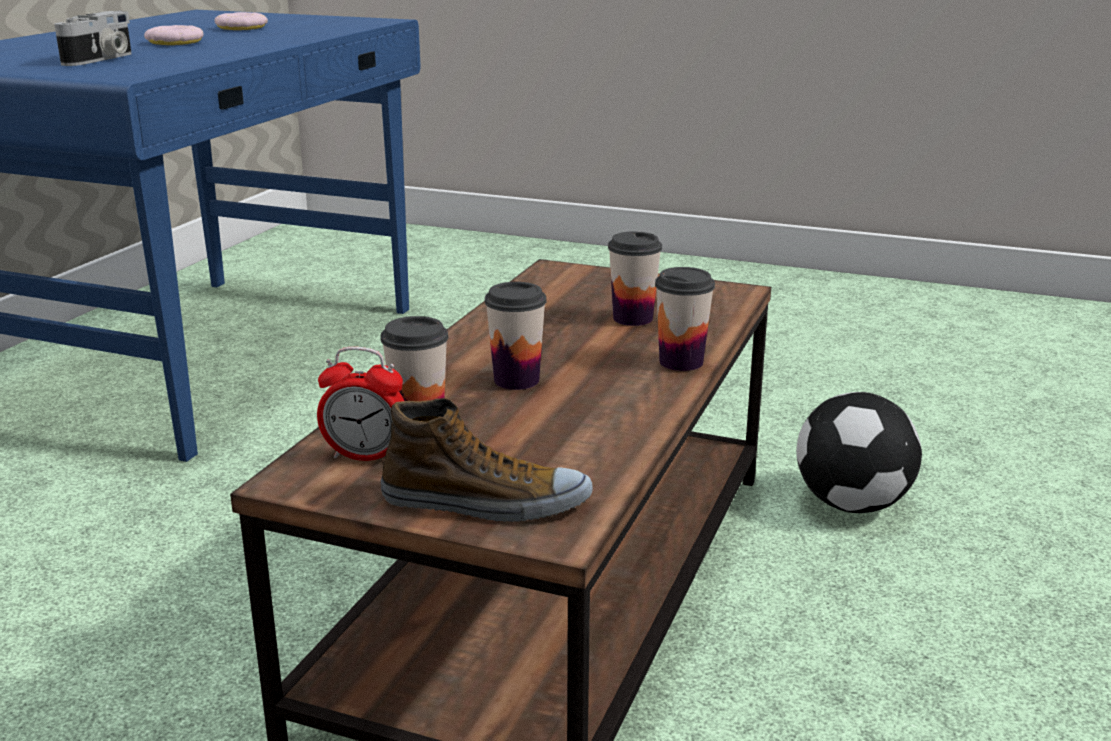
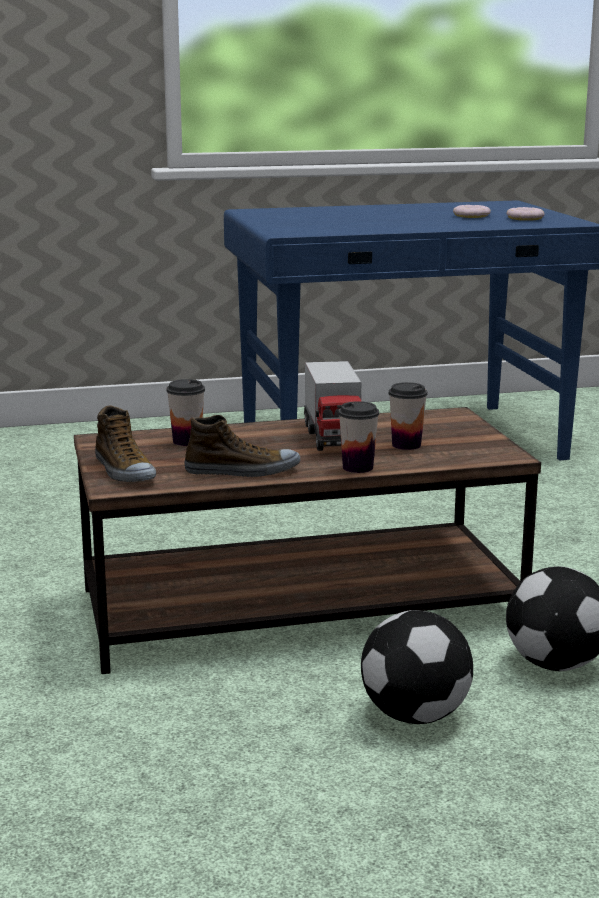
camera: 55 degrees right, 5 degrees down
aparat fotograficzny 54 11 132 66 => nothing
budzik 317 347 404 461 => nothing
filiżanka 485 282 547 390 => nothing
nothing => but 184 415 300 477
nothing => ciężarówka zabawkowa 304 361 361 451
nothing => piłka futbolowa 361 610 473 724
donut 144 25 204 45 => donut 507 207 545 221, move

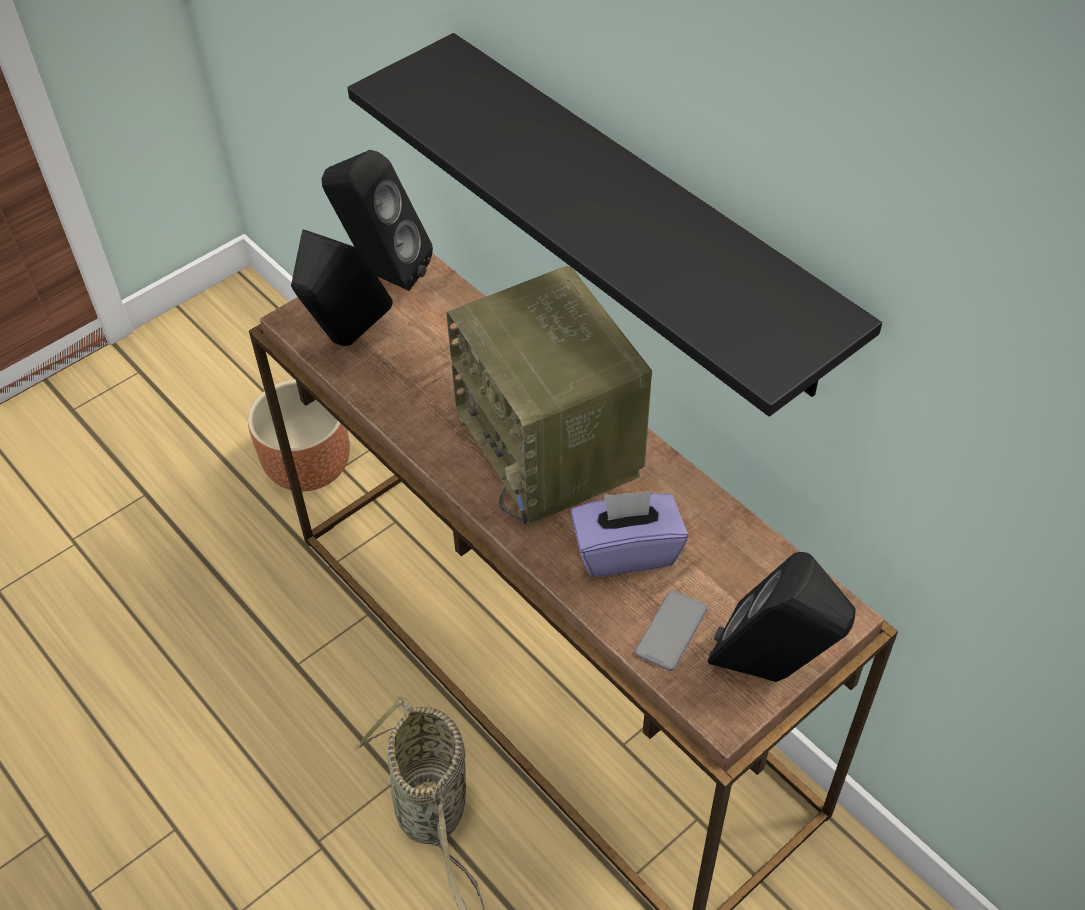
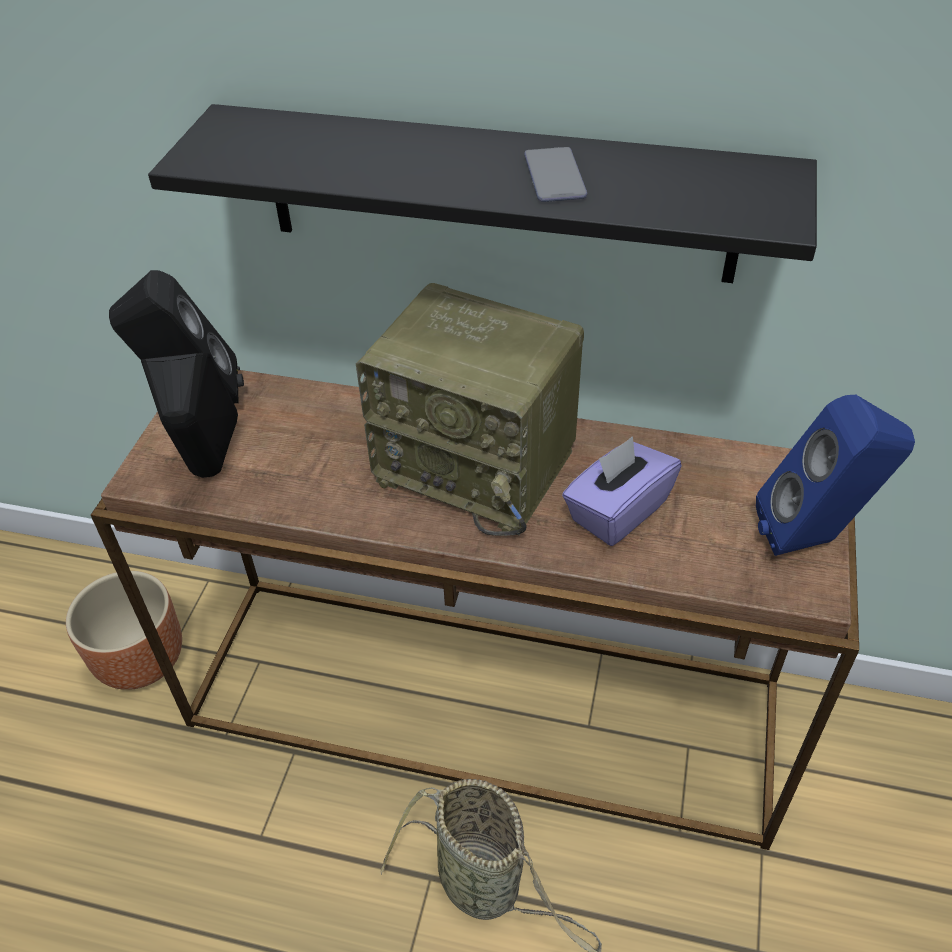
camera: 35 degrees left, 5 degrees down
telefon 635 590 708 671 => telefon 524 147 587 202, move
głośnik (czarny) 708 552 856 682 => głośnik (niebieski) 756 395 915 556

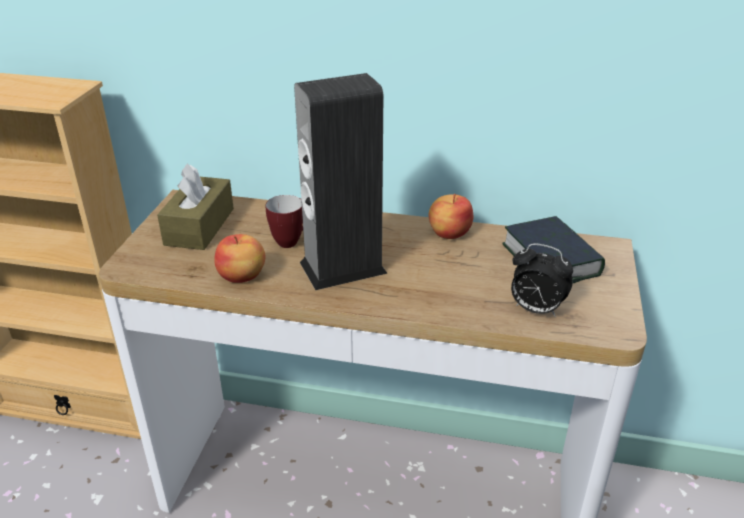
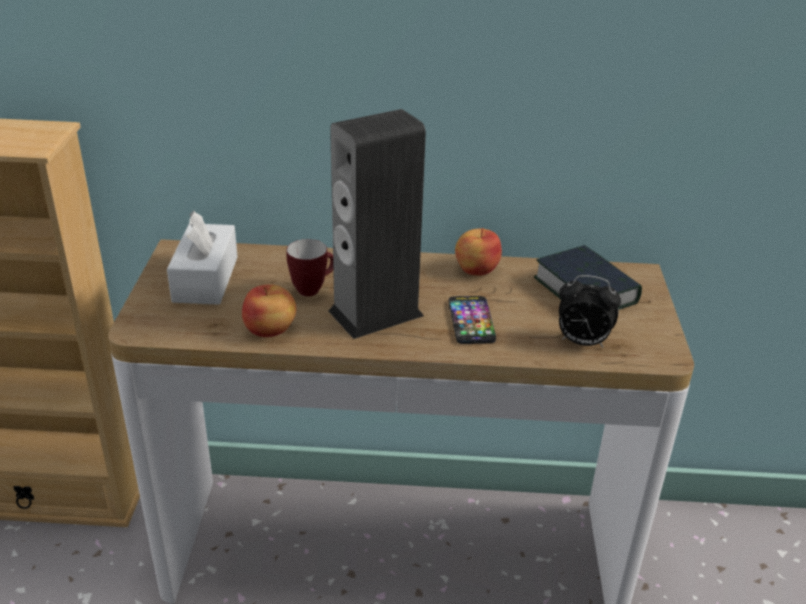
camera: 10 degrees left, 0 degrees up
nothing => telefon 449 296 496 344
pudełko chusteczek (brązowy) 157 163 234 250 => pudełko chusteczek (biały) 167 211 238 305

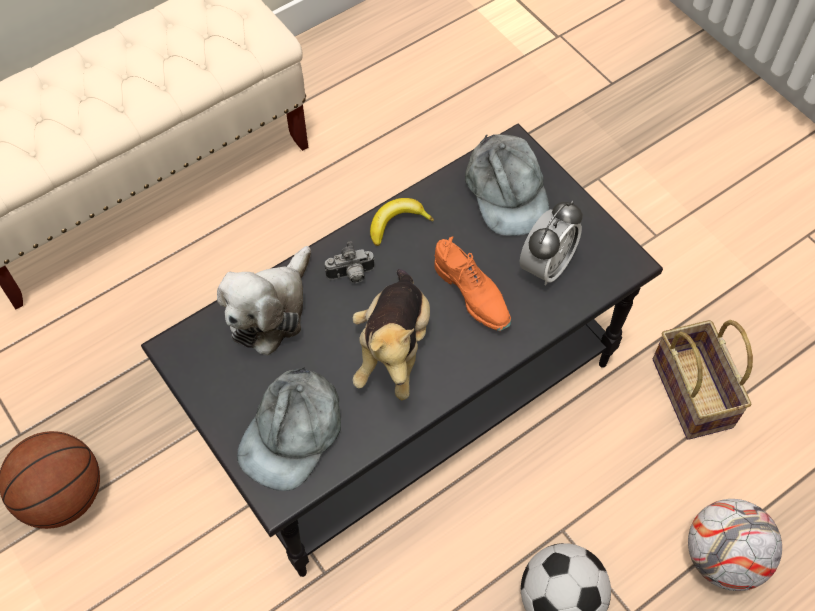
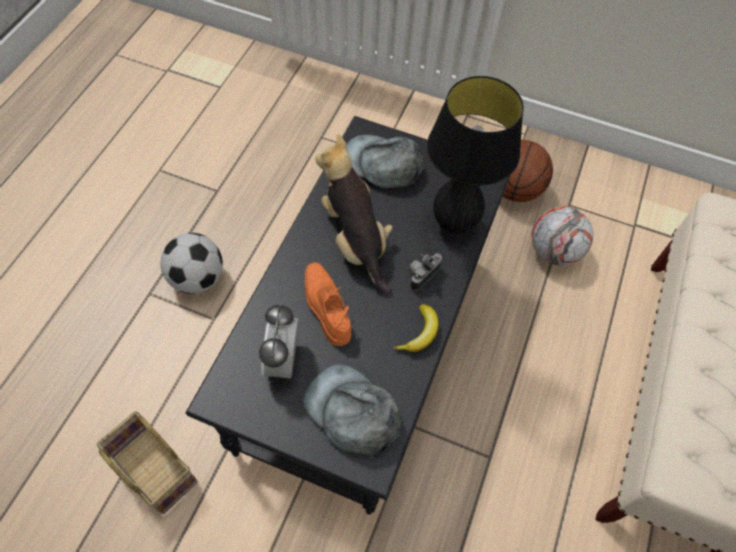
camera: 145 degrees right, 0 degrees up
piłka futbolowa 688 499 782 591 => piłka futbolowa 532 206 593 265, move
pluszak 217 246 311 356 => lampa stołowa (czarny) 427 76 524 234
czapka z daszkiem (szary) 237 367 341 491 => czapka z daszkiem (szary) 346 135 423 188, 60 degrees counterclockwise
but (pomarańczowy) 435 236 512 331 => but (pomarańczowy) 305 262 351 346, 45 degrees clockwise

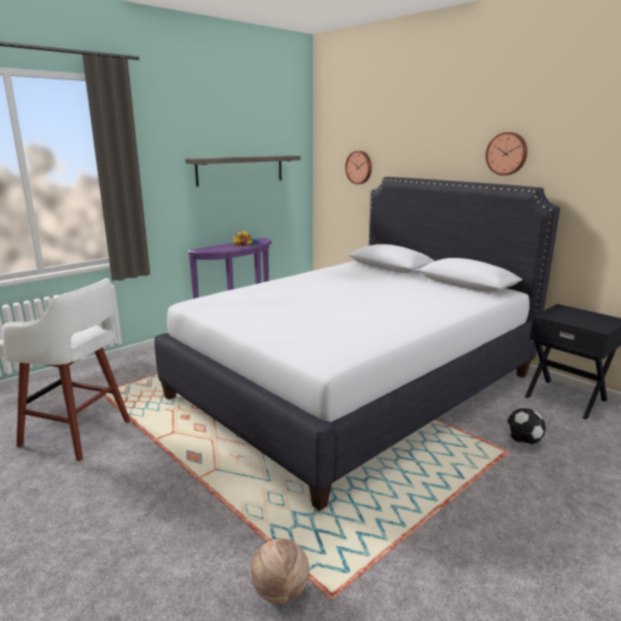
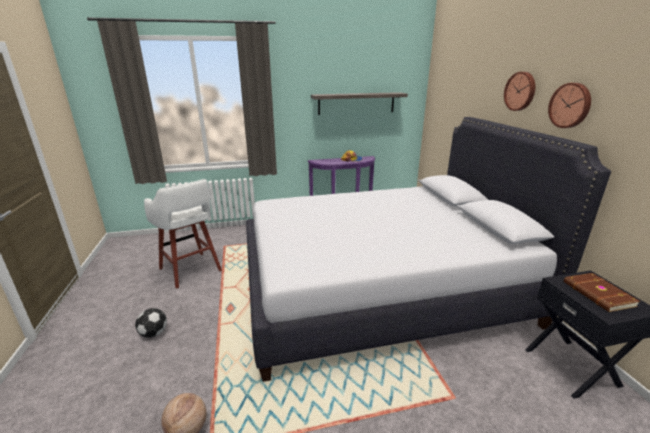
camera: 30 degrees right, 5 degrees up
nothing => książka (brązowy) 564 273 640 312
zegar ścienny 345 151 372 184 => zegar ścienny 504 72 535 111, move
piłka futbolowa 507 408 546 445 => piłka futbolowa 135 308 167 338, move

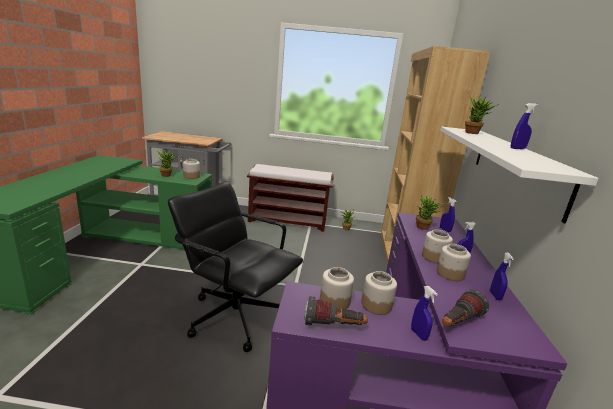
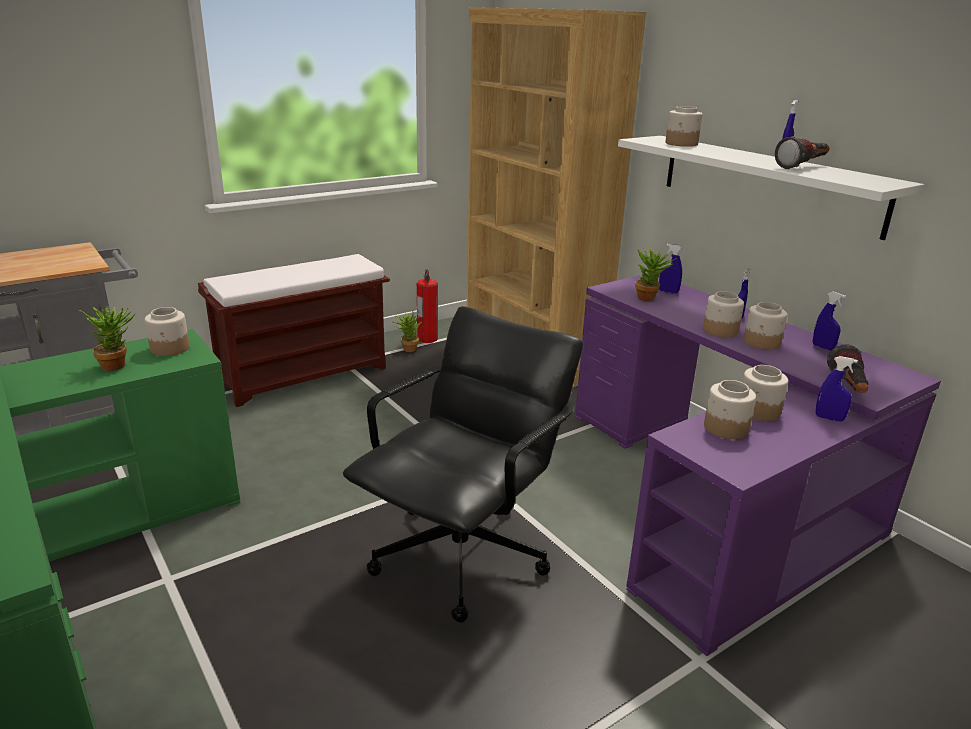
camera: 40 degrees left, 5 degrees up
nothing => gaśnica 417 269 438 343
latarka 304 296 368 326 => latarka 775 136 830 169, move
roślina doniczkowa 465 96 499 134 => słoik 665 106 703 147
krzesło biurowe (czarny) 168 181 303 352 => krzesło biurowe (czarny) 343 306 583 623, 135 degrees clockwise

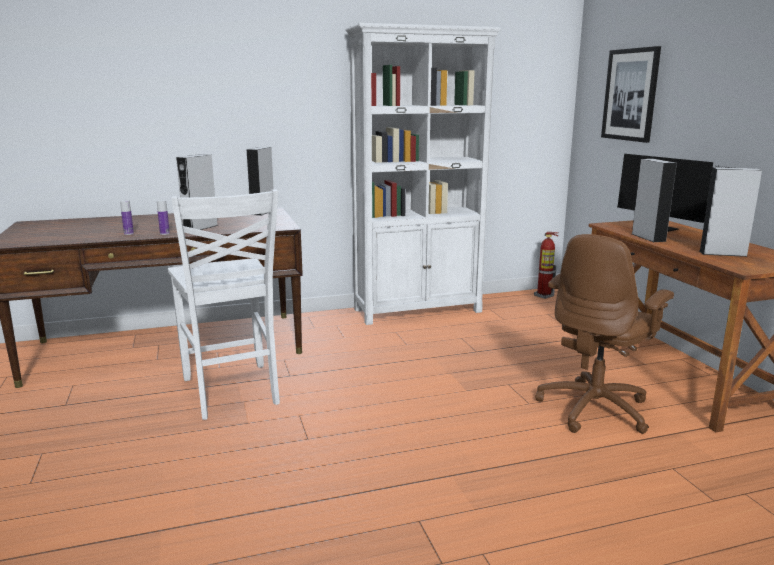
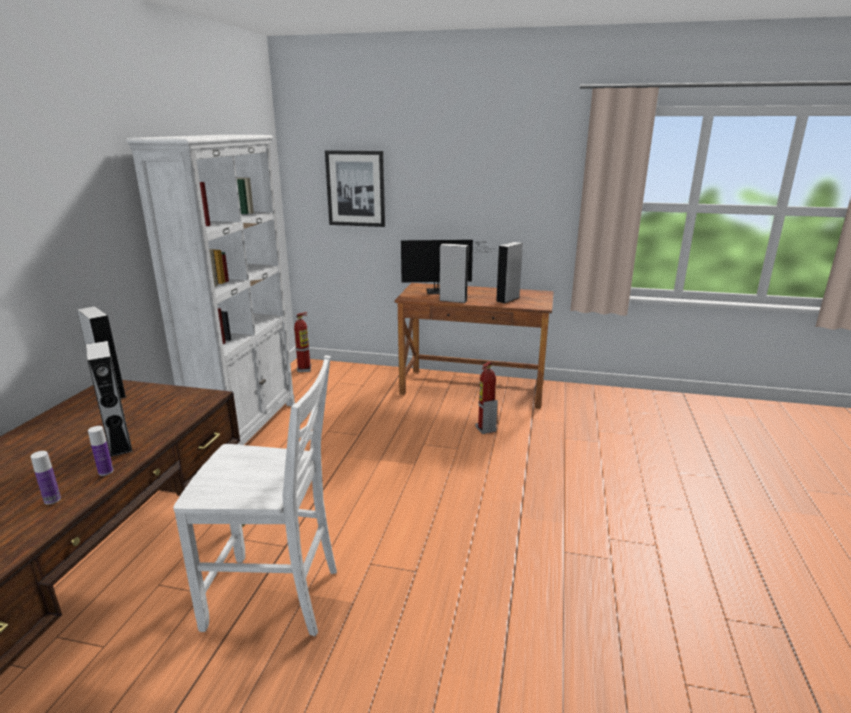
camera: 60 degrees left, 5 degrees up
krzesło biurowe (brązowy) 535 234 674 434 => gaśnica 475 362 498 434

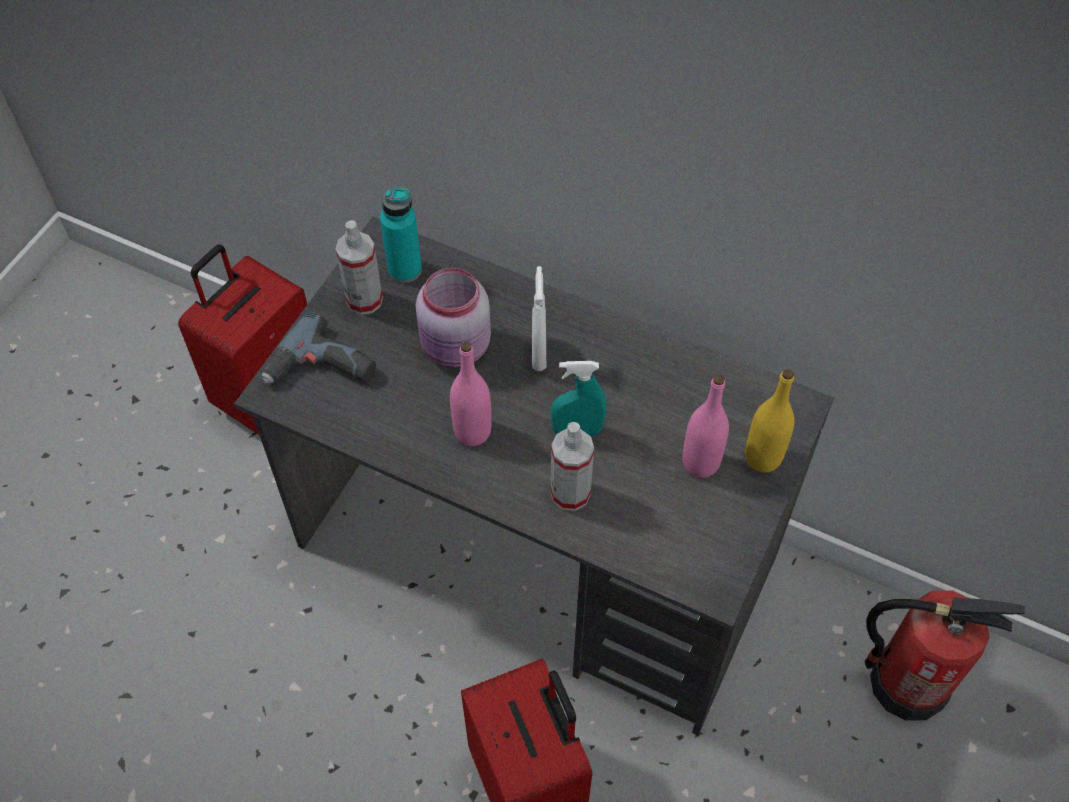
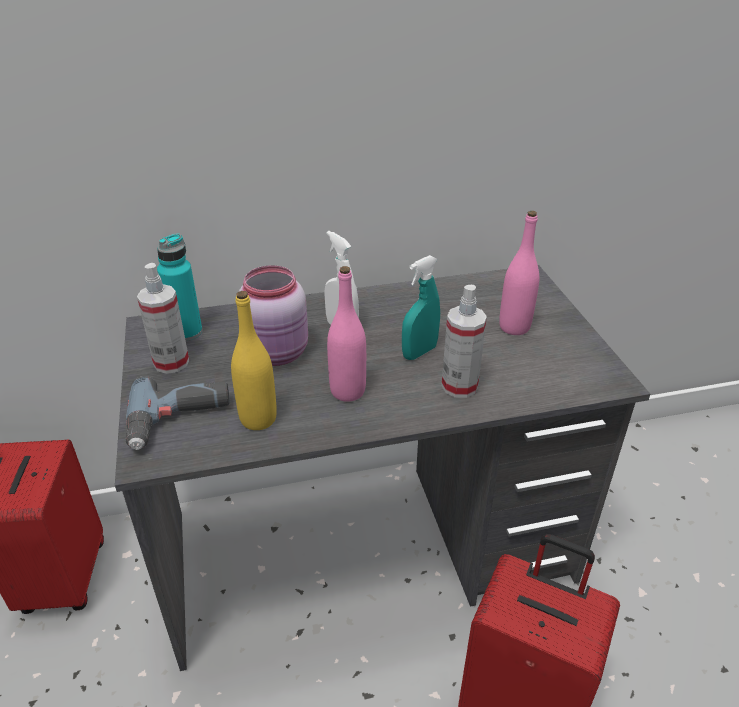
camera: 40 degrees left, 20 degrees down
gaśnica 864 591 1025 721 => nothing
butelka (żółty) 745 369 794 472 => butelka (żółty) 231 291 277 430, move

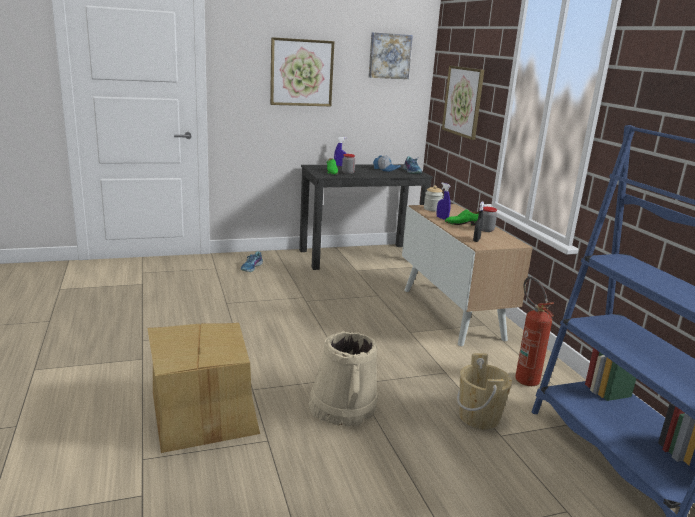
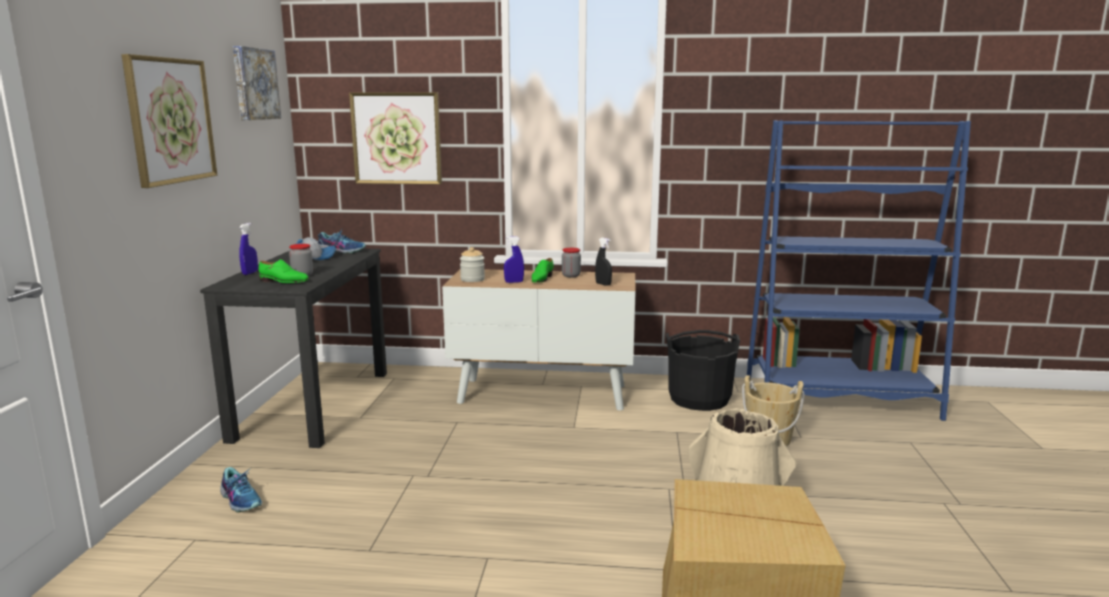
camera: 65 degrees left, 5 degrees down
gaśnica 515 277 554 386 => wiadro (czarny) 666 330 740 411

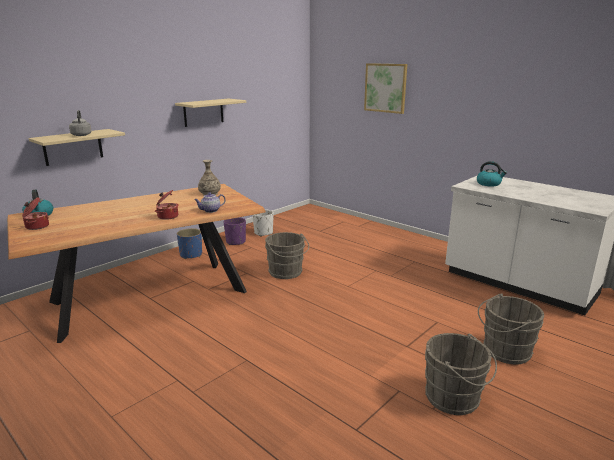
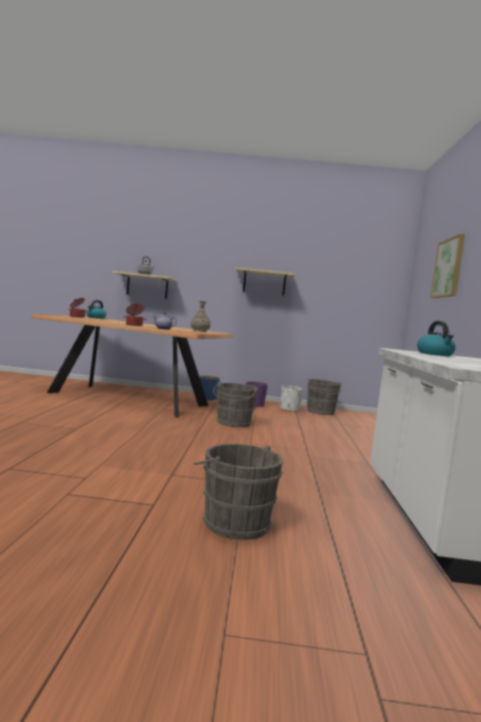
camera: 50 degrees right, 15 degrees down
wiadro (szary) 425 333 497 415 => wiadro (szary) 306 379 343 415, move

